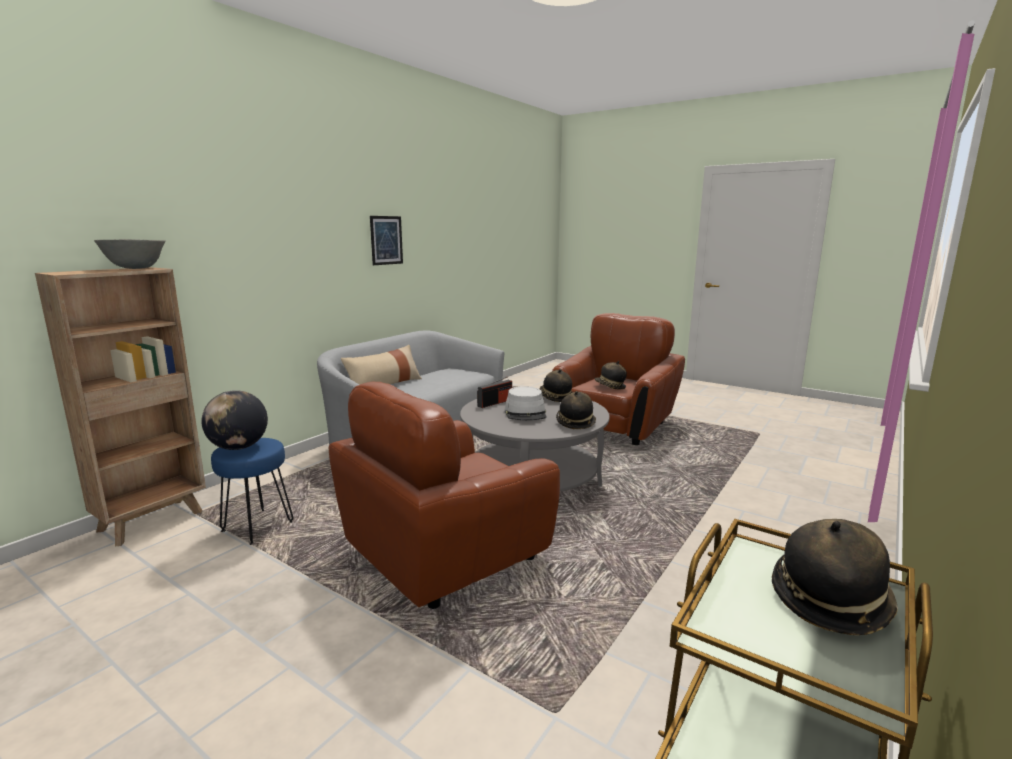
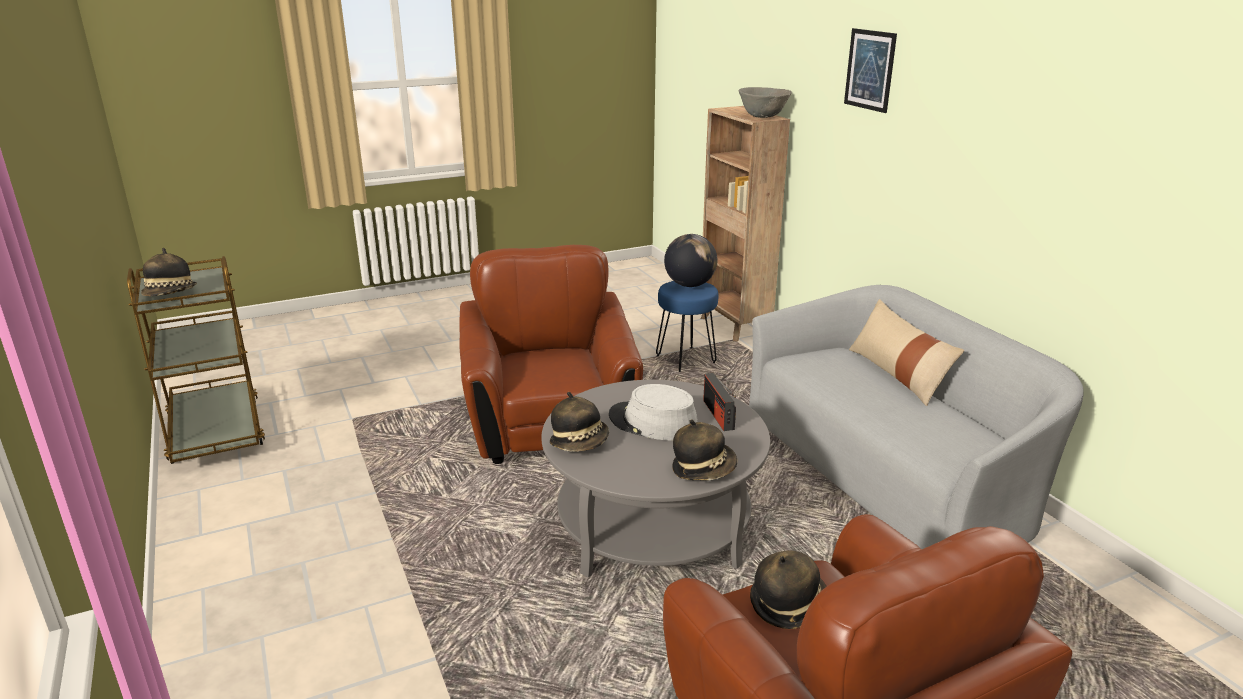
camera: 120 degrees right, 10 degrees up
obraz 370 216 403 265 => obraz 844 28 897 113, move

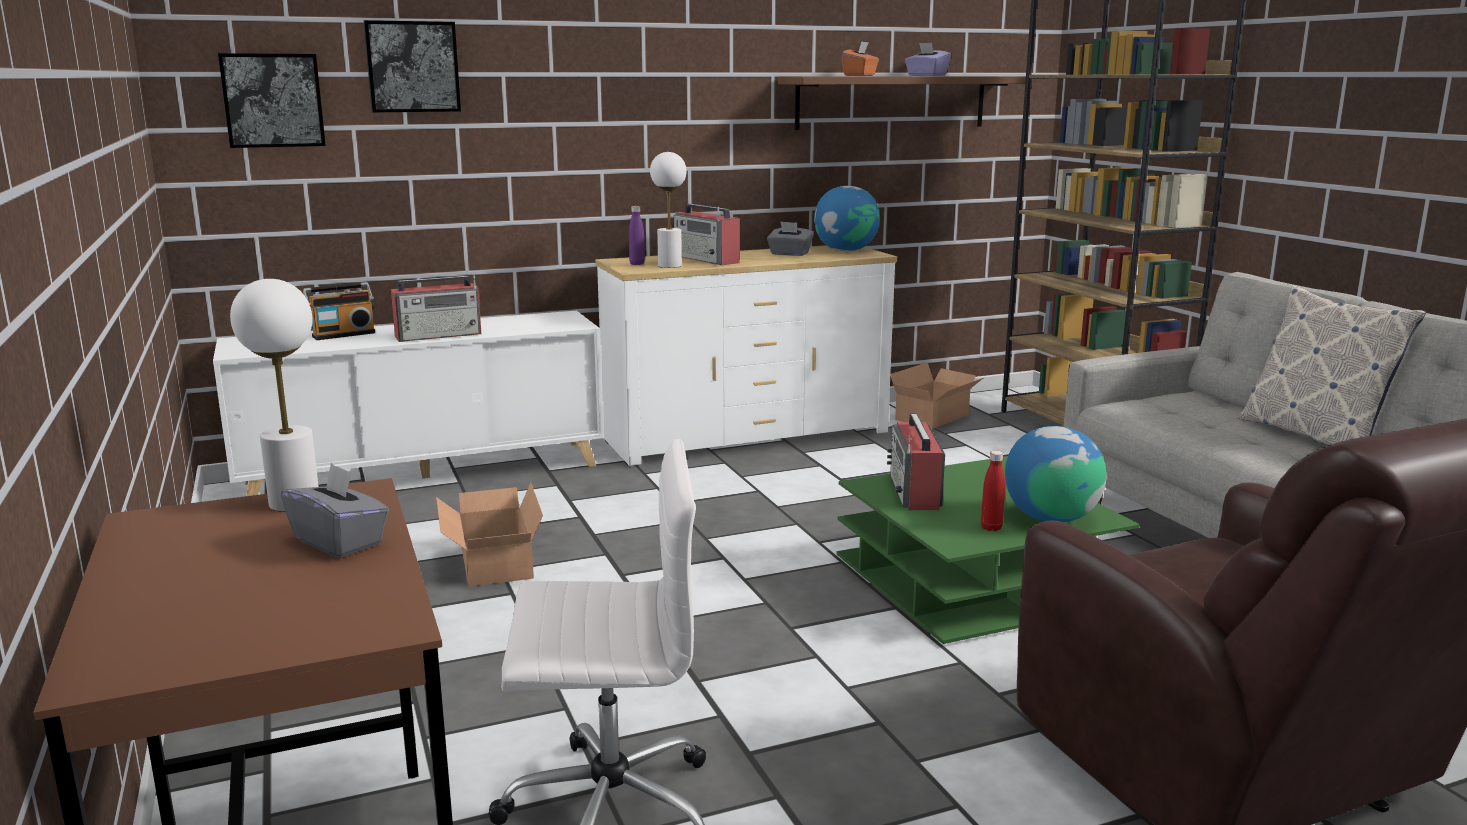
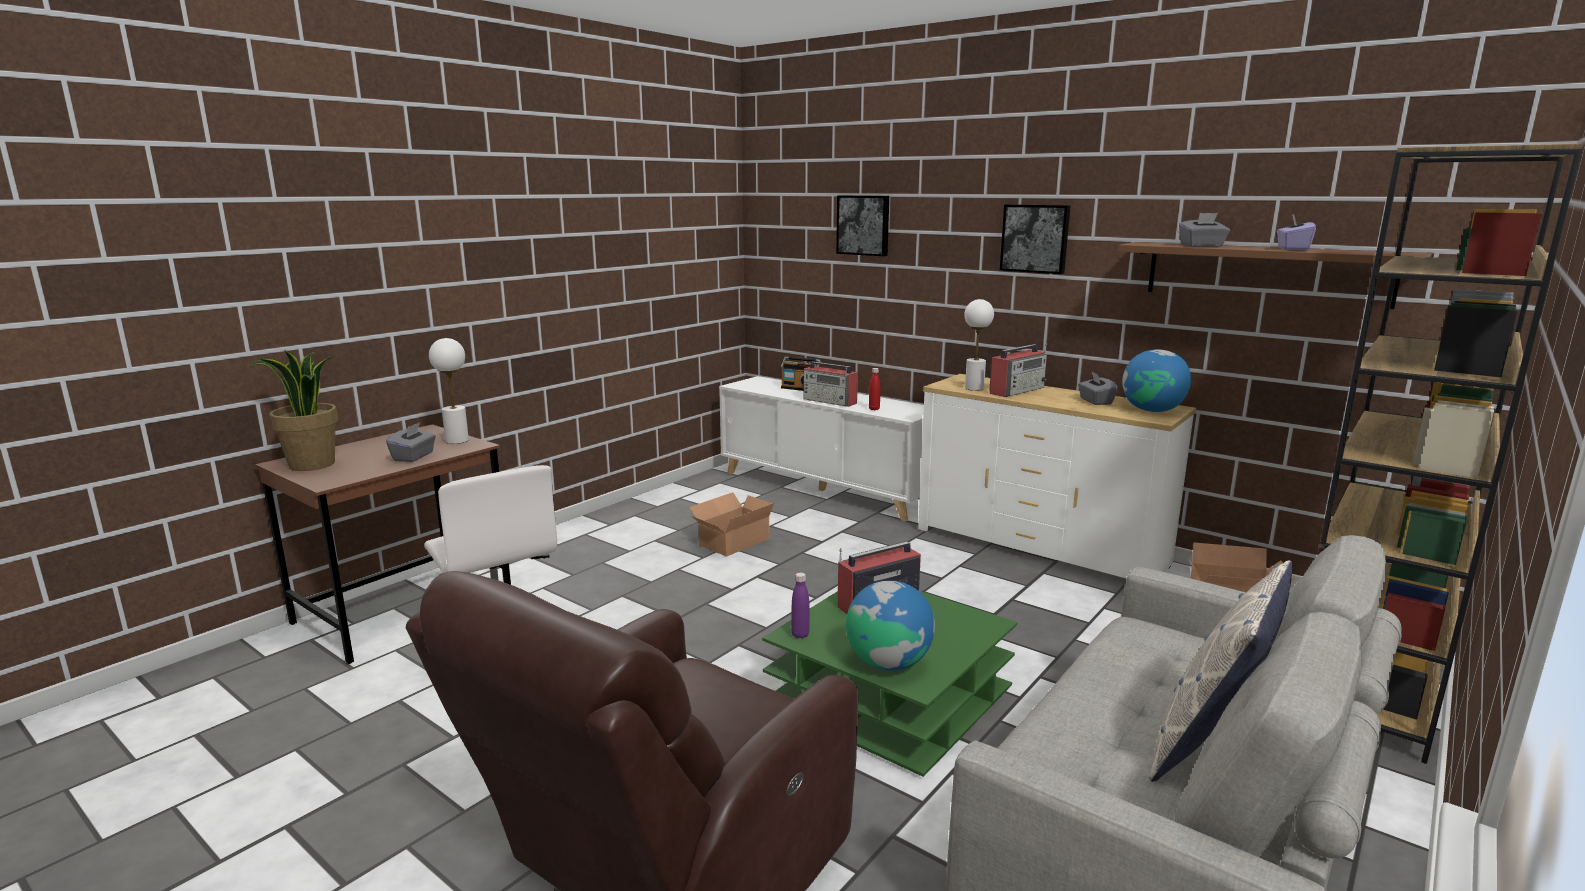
camera: 60 degrees right, 0 degrees up
nothing => roślina doniczkowa 249 350 338 471
obraz 218 53 326 148 => obraz 1000 204 1071 274, move
butelka (fioletowy) 629 206 645 265 => butelka (fioletowy) 791 572 809 639, move
butelka (czerwony) 981 451 1005 531 => butelka (czerwony) 869 368 880 410, move
pudełko chusteczek (pomarańczowy) 841 41 879 76 => pudełko chusteczek (szary) 1179 213 1230 247
radio 674 204 740 265 => radio 989 343 1047 397, 150 degrees counterclockwise

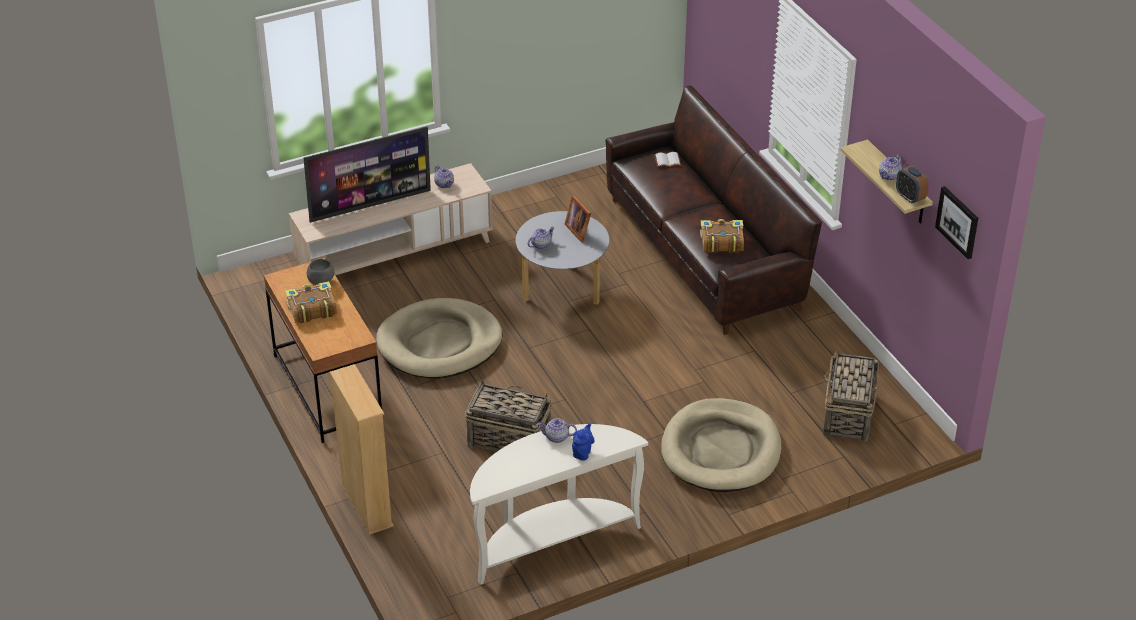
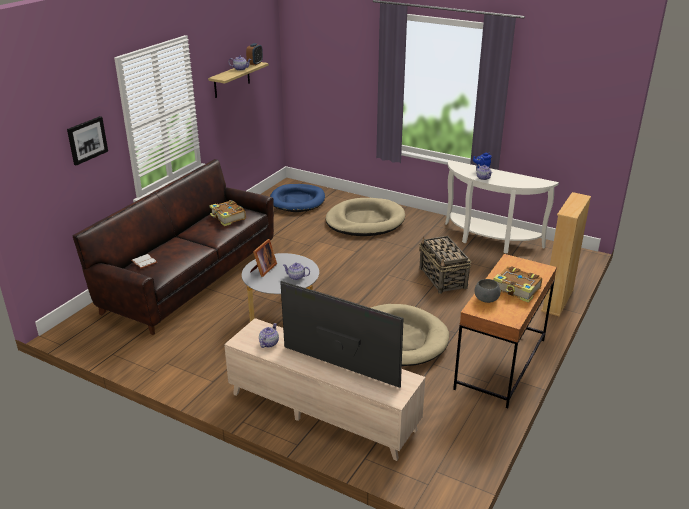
camera: 125 degrees left, 10 degrees down
obraz 935 186 978 259 => obraz 67 116 108 166, move
koszyk 823 349 879 442 => legowisko (niebieski) 270 184 325 212

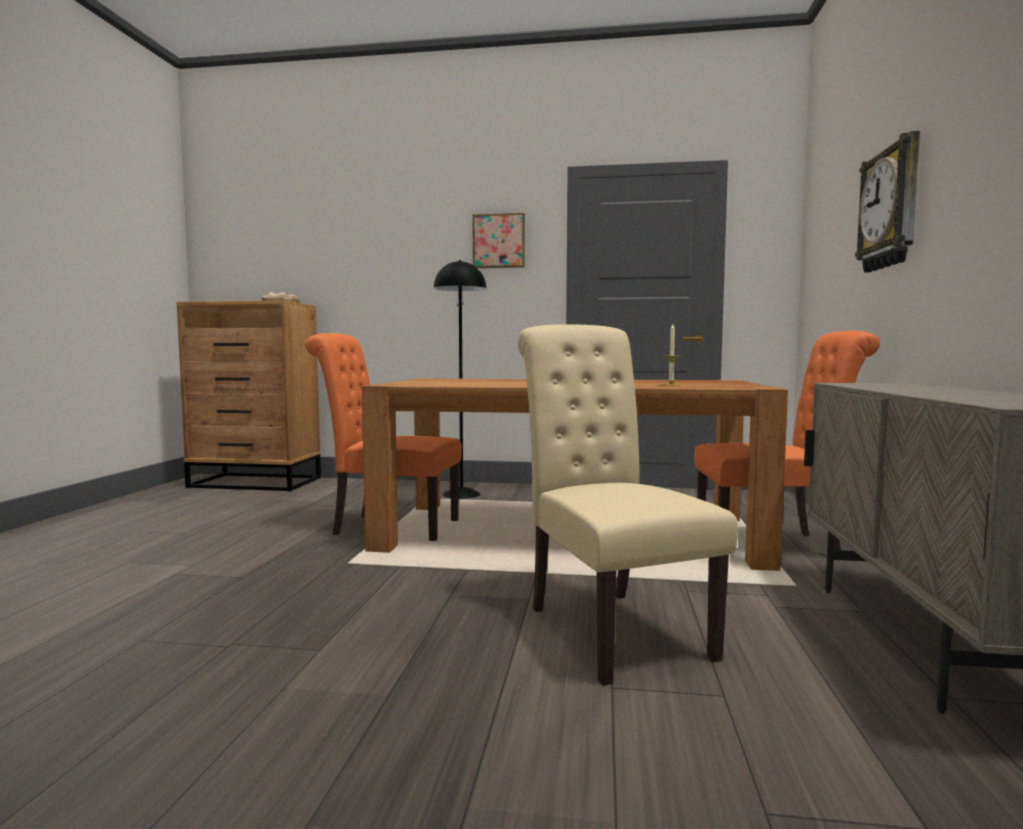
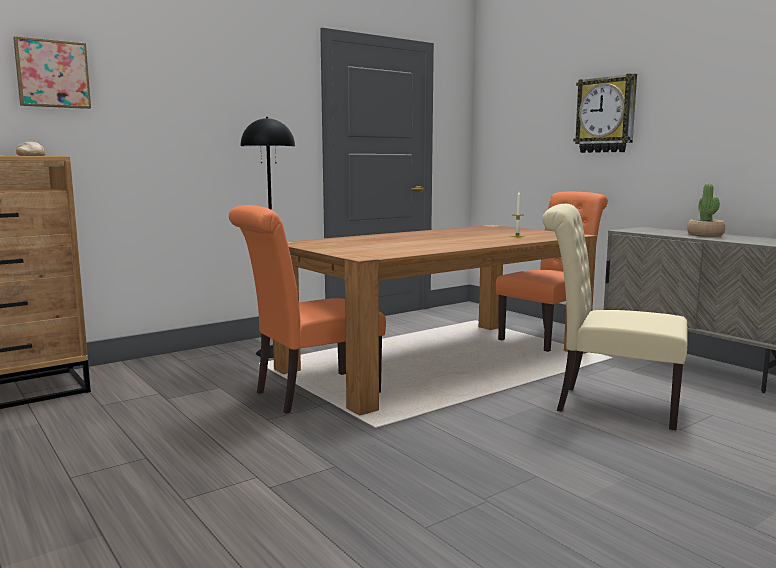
camera: 45 degrees left, 5 degrees up
nothing => roślina doniczkowa 687 183 725 237
obraz 472 213 525 268 => obraz 13 36 91 109, move

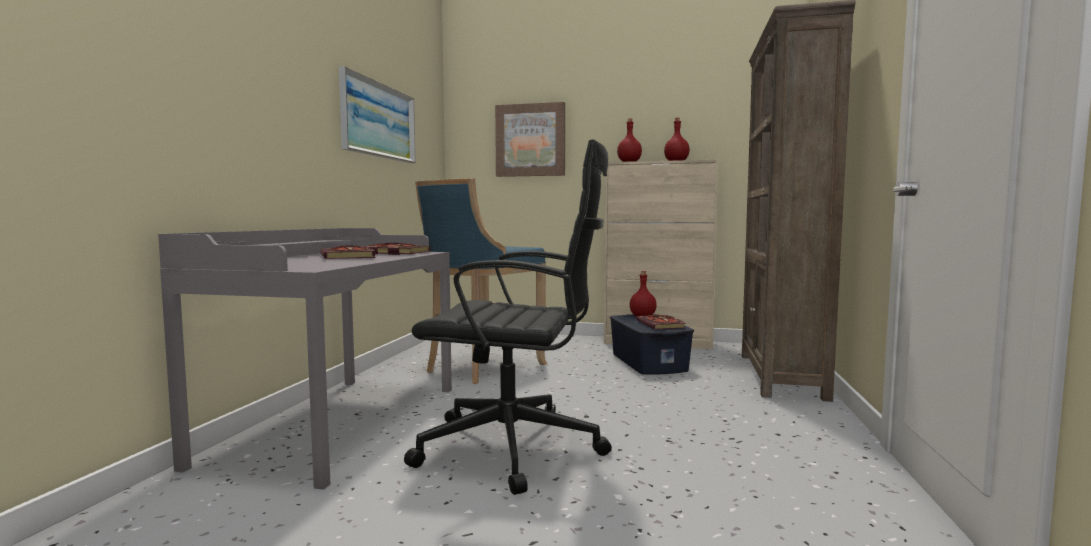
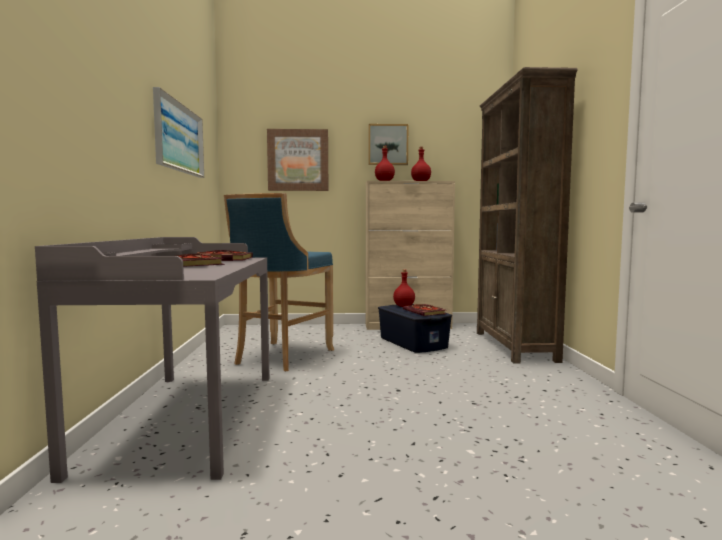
camera: 15 degrees left, 0 degrees up
krzesło biurowe (czarny) 404 139 612 495 => nothing
nothing => obraz 368 124 408 165

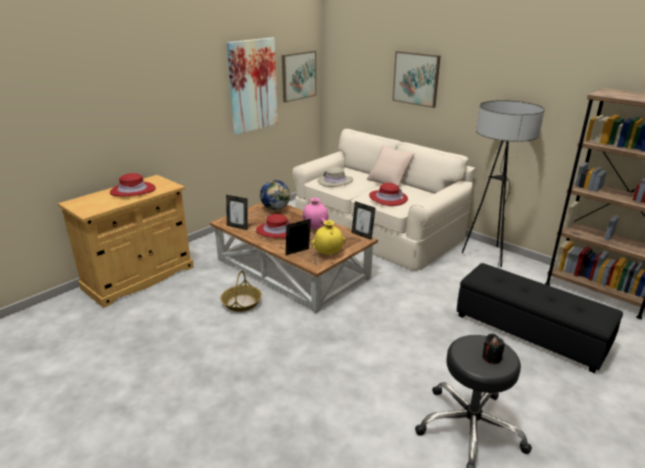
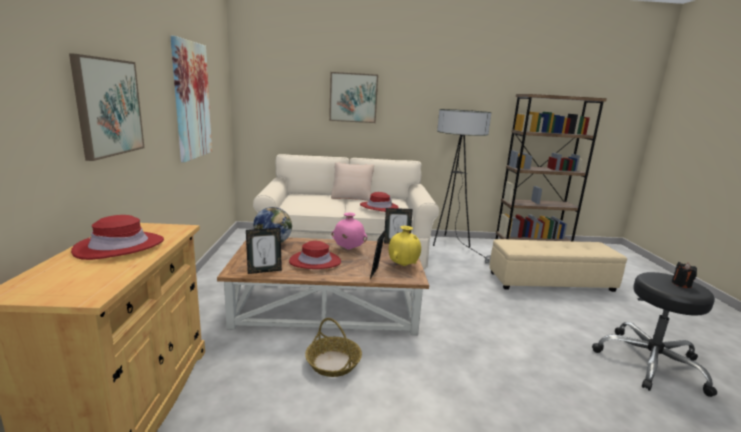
camera: 45 degrees left, 10 degrees down
kapelusz (beżowy) 318 167 353 187 => nothing
obraz 282 51 316 103 => obraz 69 53 145 161, move
pufa (czarny) 457 263 623 373 => pufa (beżowy) 489 239 627 292

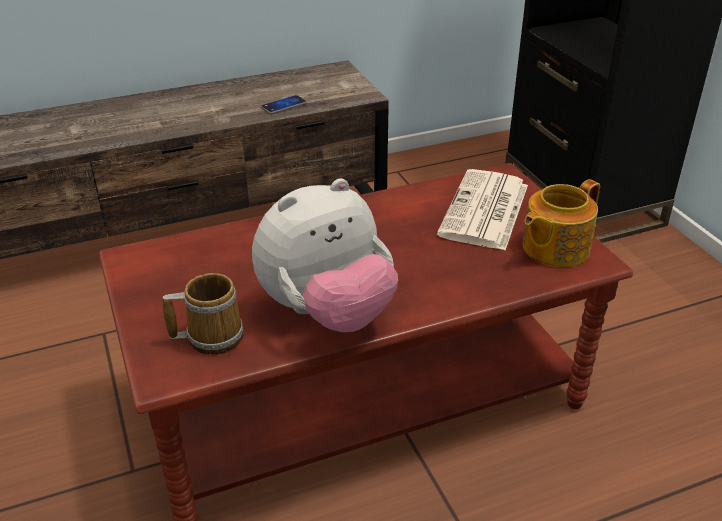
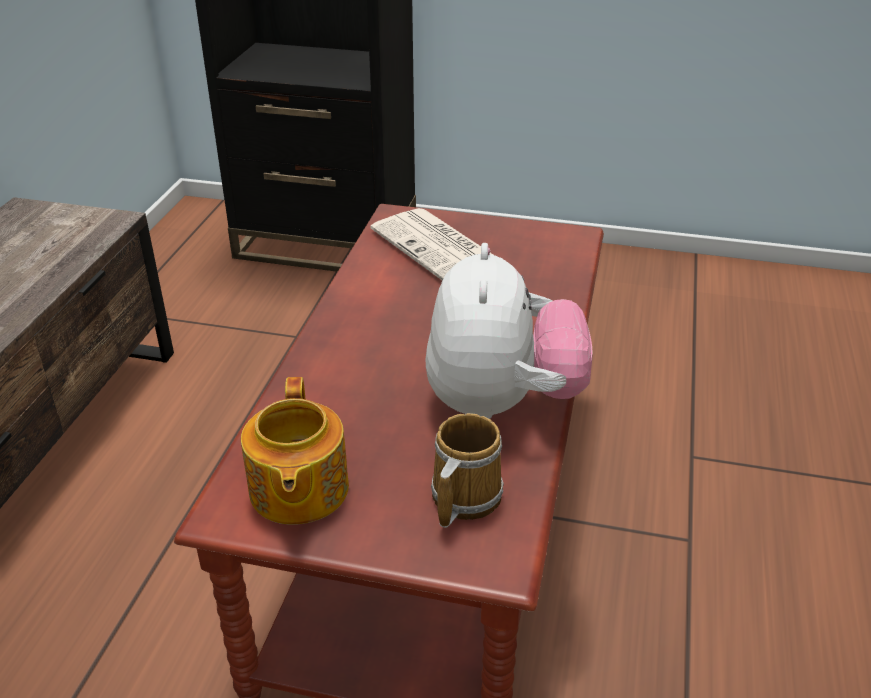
camera: 55 degrees left, 0 degrees up
telefon 260 95 307 114 => nothing
imbryk 523 179 600 267 => imbryk 241 377 349 525, move

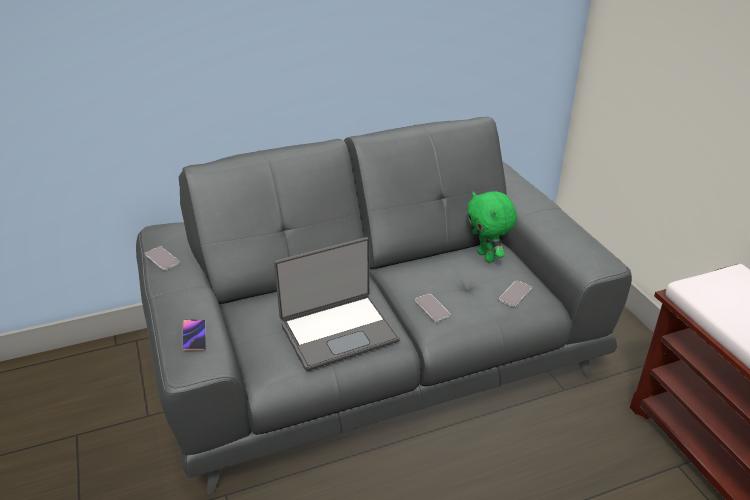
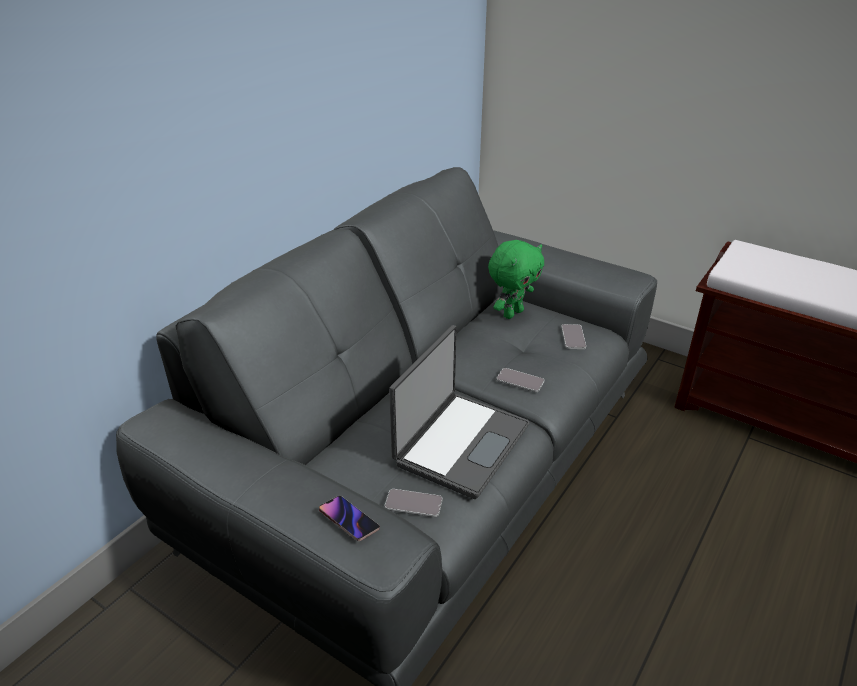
camera: 35 degrees left, 0 degrees up
telefon 145 247 180 271 => telefon 385 489 442 517, move
pluszak (zielony) 467 191 517 263 => pluszak (zielony) 488 240 544 319, 75 degrees counterclockwise

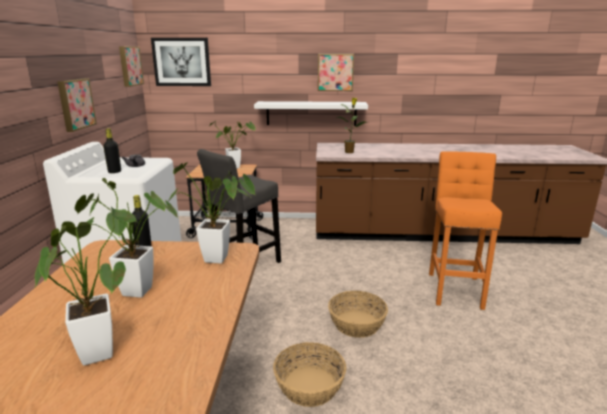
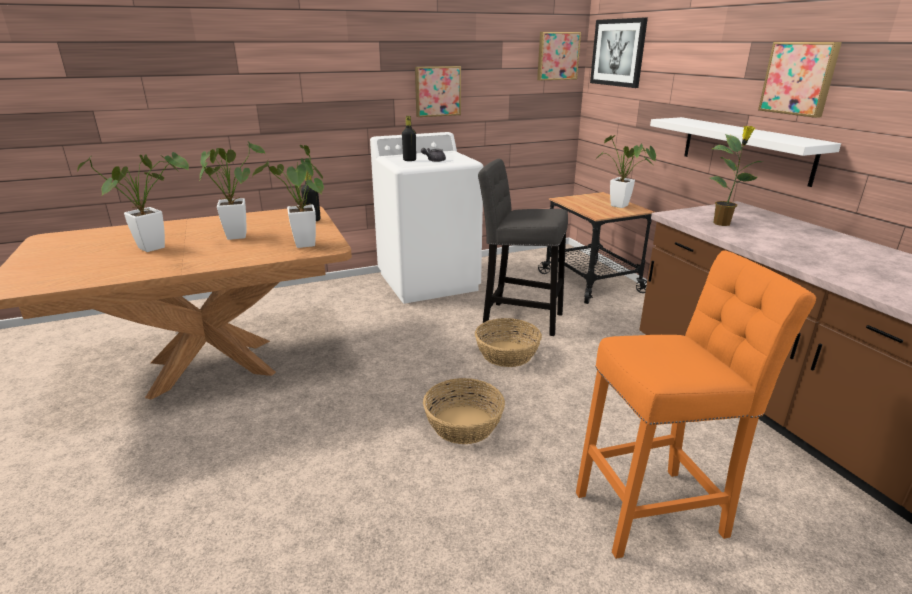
camera: 65 degrees right, 5 degrees up
koszyk 273 342 347 407 => koszyk 475 318 542 367, move

